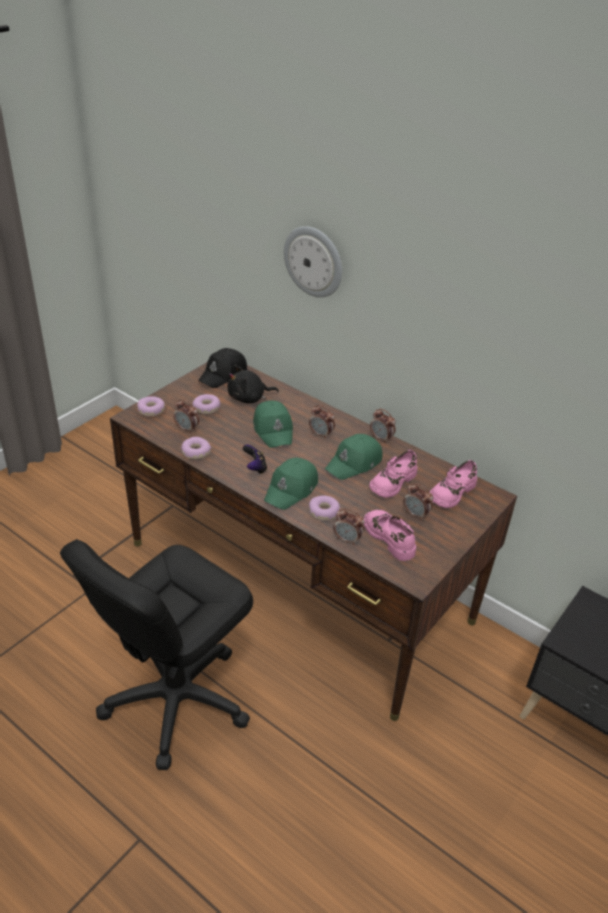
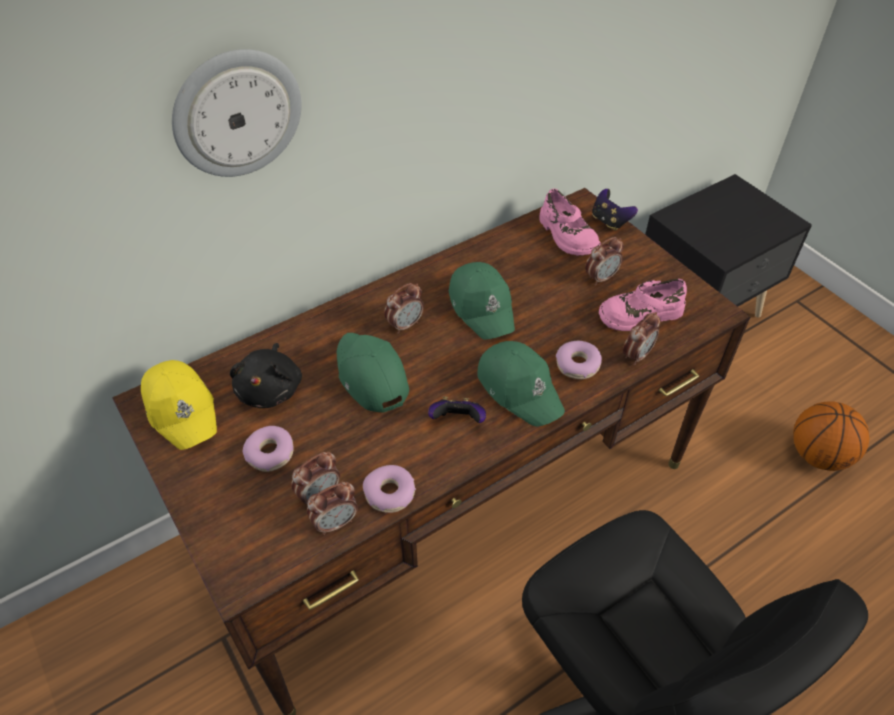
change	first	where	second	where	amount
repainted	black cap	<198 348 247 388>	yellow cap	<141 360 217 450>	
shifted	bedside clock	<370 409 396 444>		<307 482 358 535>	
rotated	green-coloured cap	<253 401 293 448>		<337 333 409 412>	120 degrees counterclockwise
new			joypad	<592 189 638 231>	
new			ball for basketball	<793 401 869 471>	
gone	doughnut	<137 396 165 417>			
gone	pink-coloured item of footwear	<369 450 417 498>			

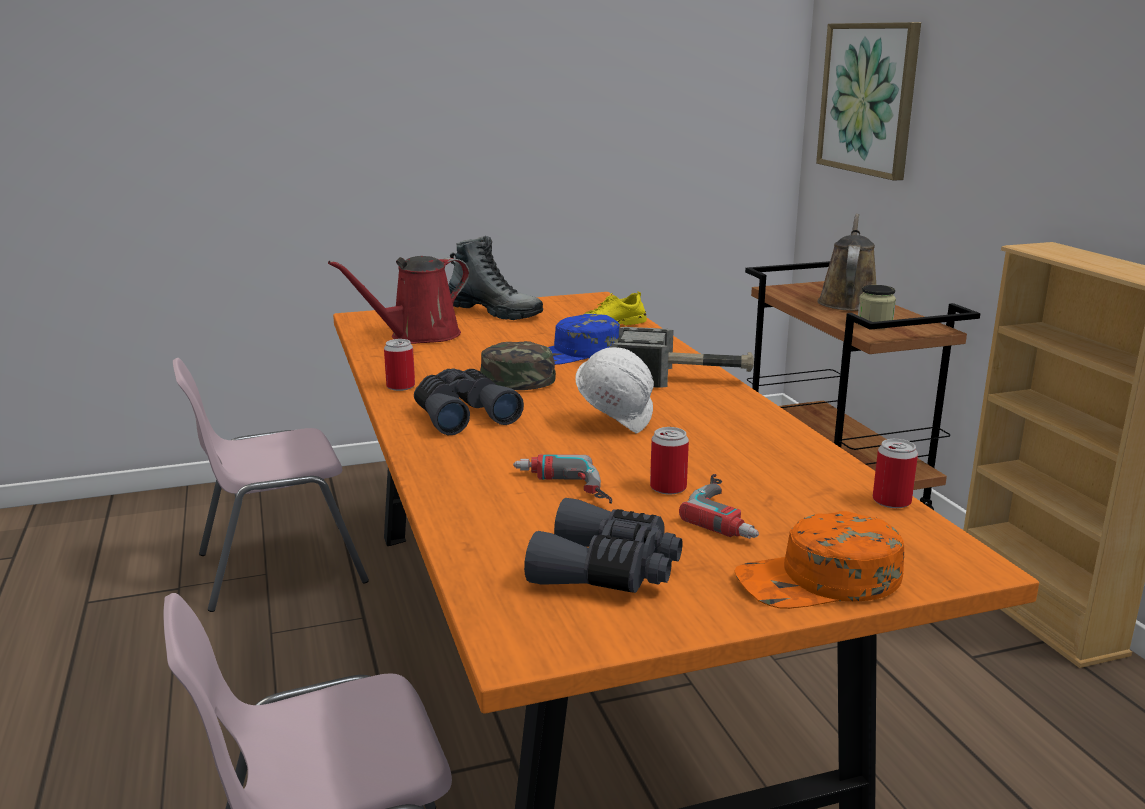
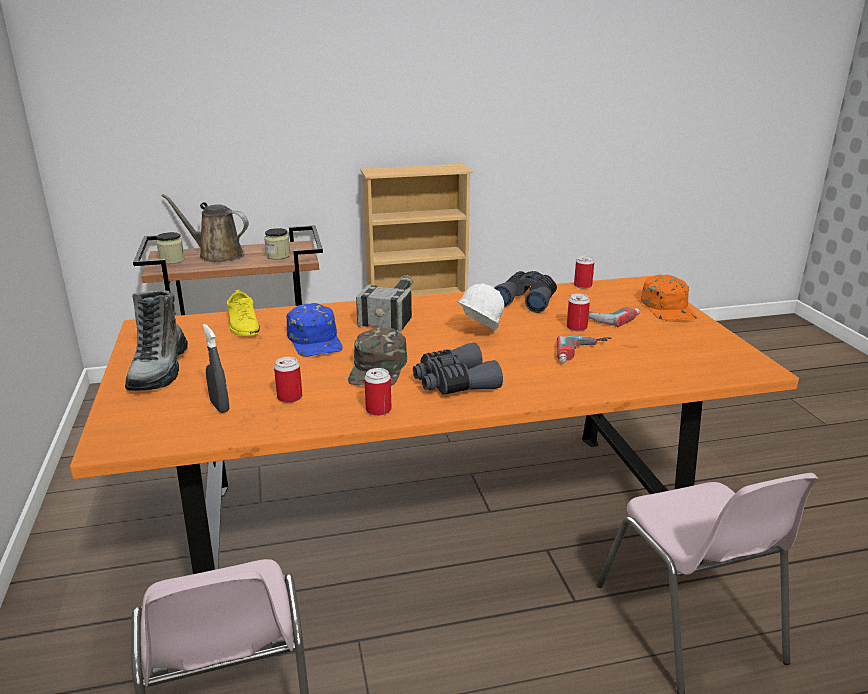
change	first	where	second	where	amount
rotated	boot	<448 236 543 320>		<125 290 188 391>	150 degrees clockwise
new			storage jar	<156 232 185 264>	
swapped	red watering can	<328 256 469 344>	grey sprayer	<203 324 229 413>	
new			metal can	<274 357 302 403>	
shifted	grey field glasses	<524 498 682 593>		<495 271 557 313>	
gone	wall art	<816 22 921 181>			

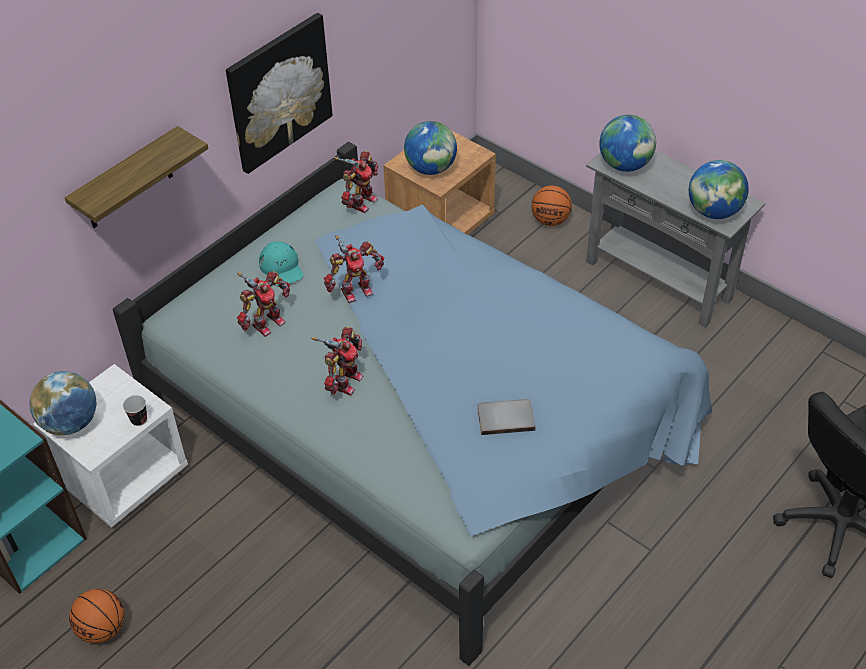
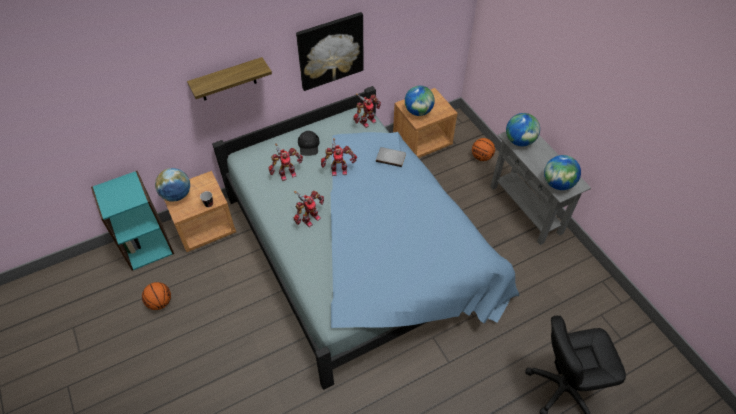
change	first	where	second	where	amount
repainted	whitish bedside table	<33 364 188 528>	brown bedside table	<164 171 236 252>	
repainted	turquoise cap	<259 241 303 286>	black cap	<298 131 319 156>	
shifted	grey bound book	<477 399 536 435>		<376 147 406 167>	

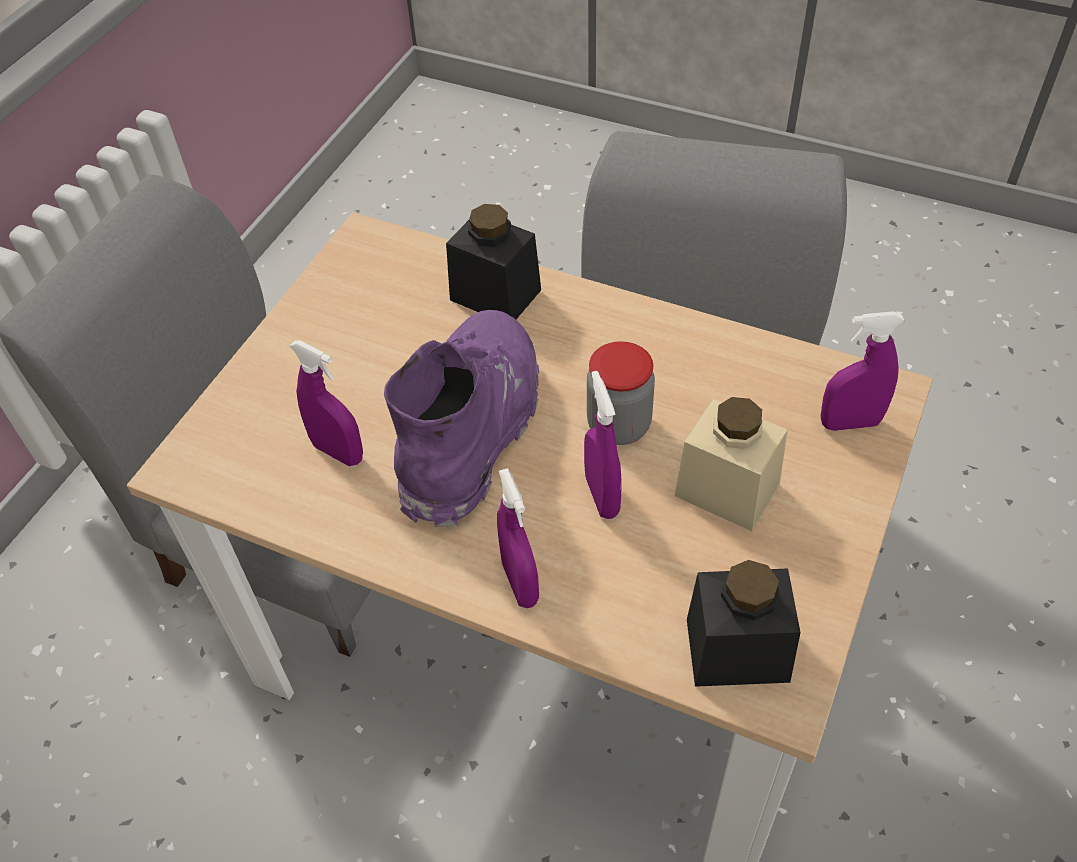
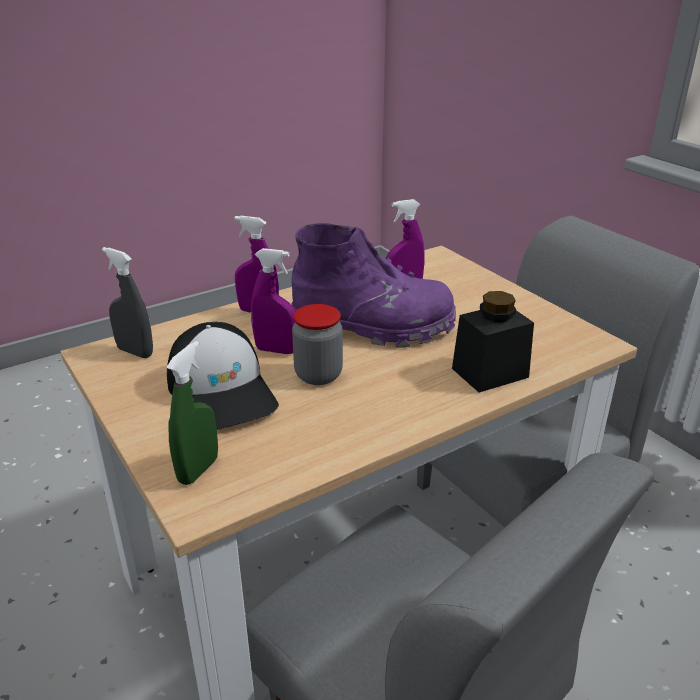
change	first	where	second	where	amount
swapped	black storage jar	<687 560 801 687>	grey sprayer	<102 247 153 358>	
repainted	purple sprayer	<820 311 904 431>	green-coloured sprayer	<166 341 218 485>	
swapped	beige storage jar	<675 397 788 531>	cap	<167 322 279 430>	
rotated	purple boot	<384 310 539 527>		<291 223 456 348>	45 degrees counterclockwise

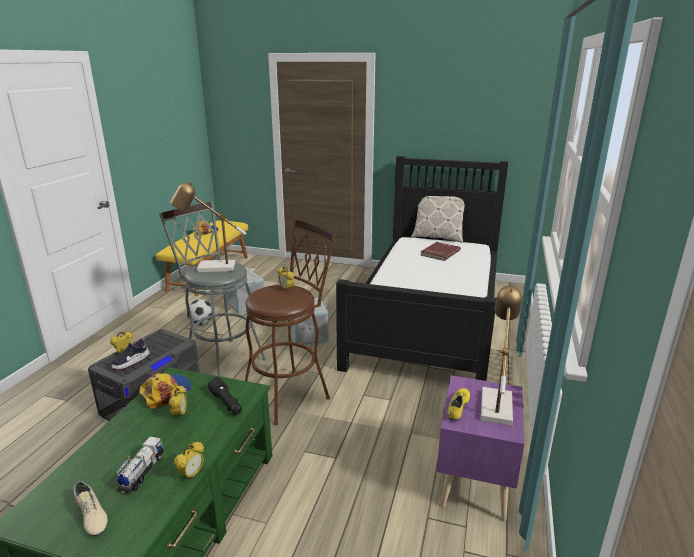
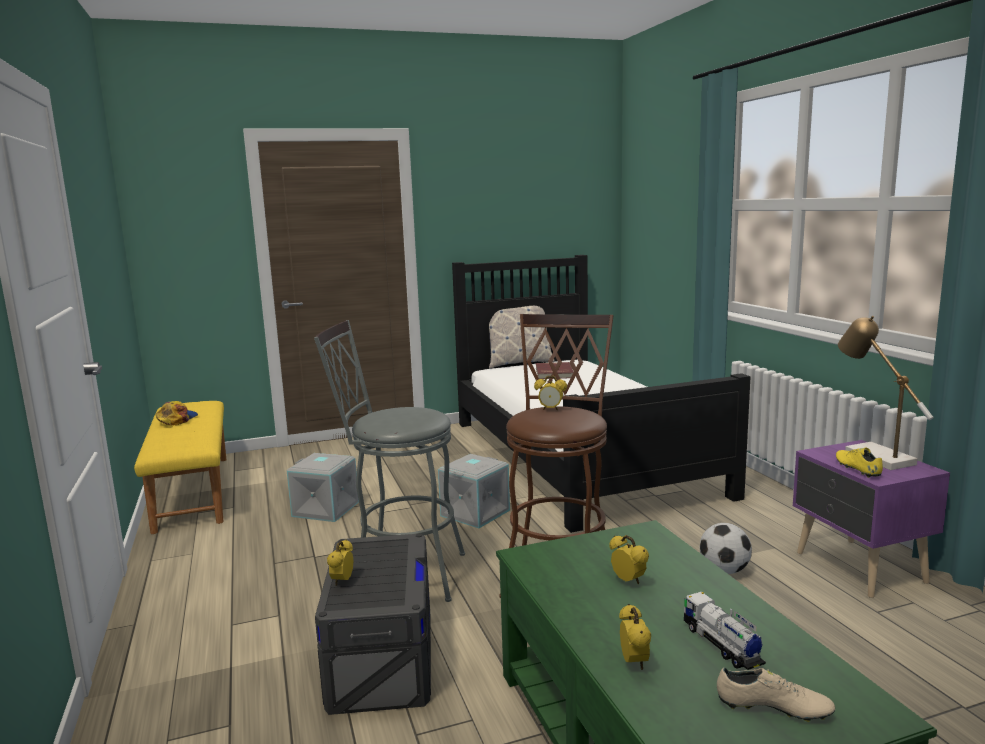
change	first	where	second	where	amount
shifted	bedside clock	<174 441 204 480>		<619 604 651 670>	
shifted	football ball	<187 299 212 325>		<700 523 752 574>	
gone	item of footwear	<109 337 150 370>			
gone	cap	<139 373 192 409>			
gone	table lamp	<170 181 246 272>			
gone	black torch	<208 377 242 415>			

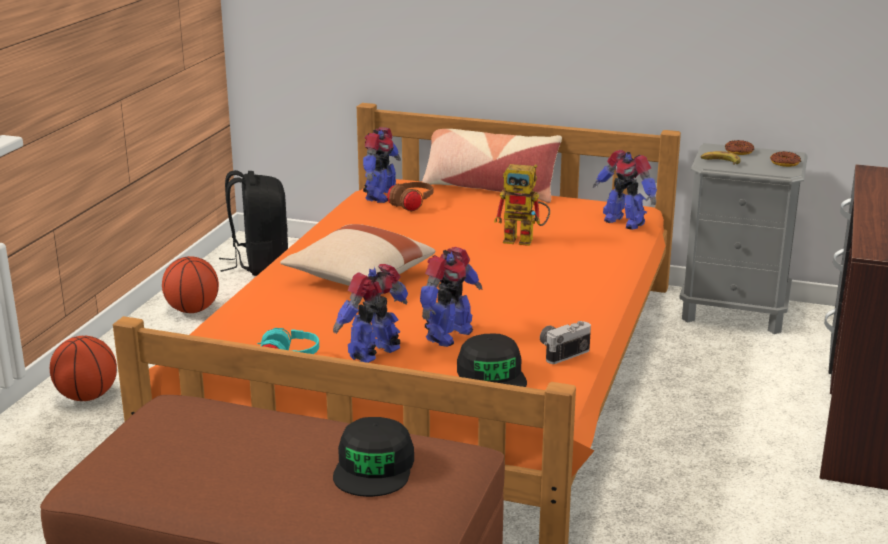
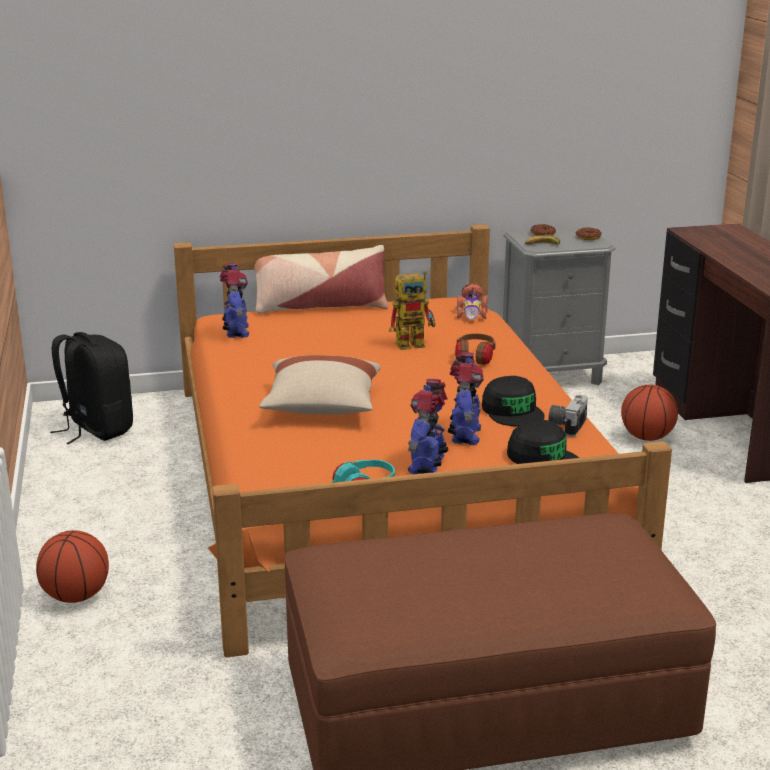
change	first	where	second	where	amount
shifted	brown pair of headphones	<387 182 433 212>		<455 334 496 365>	
swapped	robot figure	<593 150 657 230>	model car	<457 283 488 320>	
shifted	black cap	<333 417 414 497>		<482 376 545 427>	
shifted	ball for basketball	<162 256 219 313>		<621 384 678 441>	

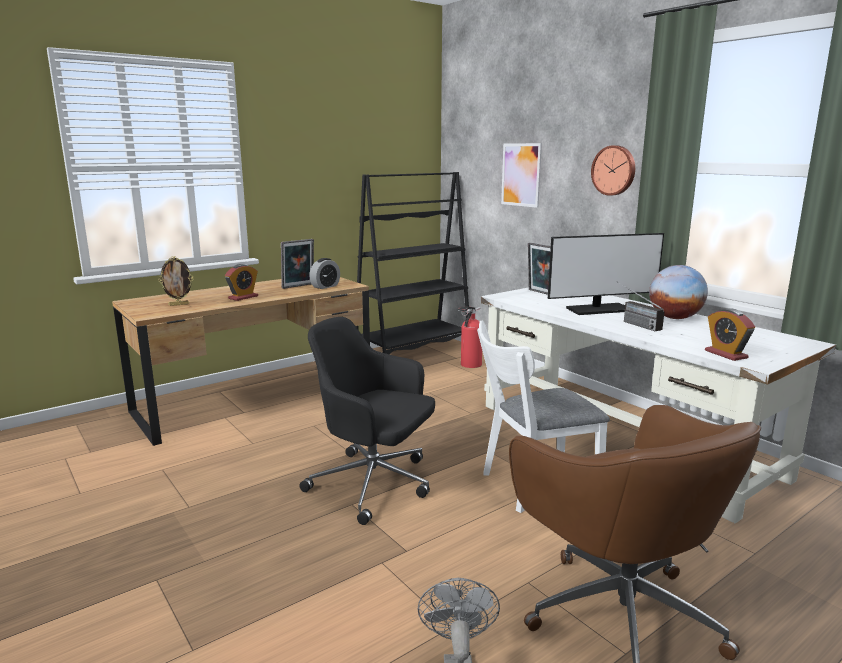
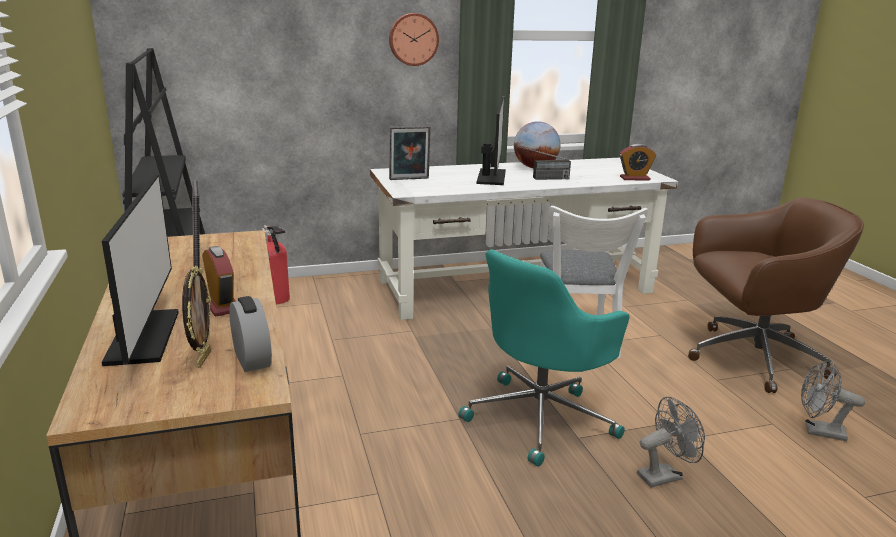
change	first	where	second	where	amount
new			computer screen	<102 174 179 366>	
shifted	bedside clock	<309 258 340 289>		<229 296 272 372>	
repainted	black computer chair	<299 317 435 525>	turquoise computer chair	<458 249 630 467>	
new			grey cooling fan	<637 397 705 488>	
gone	wall art	<501 143 542 208>			

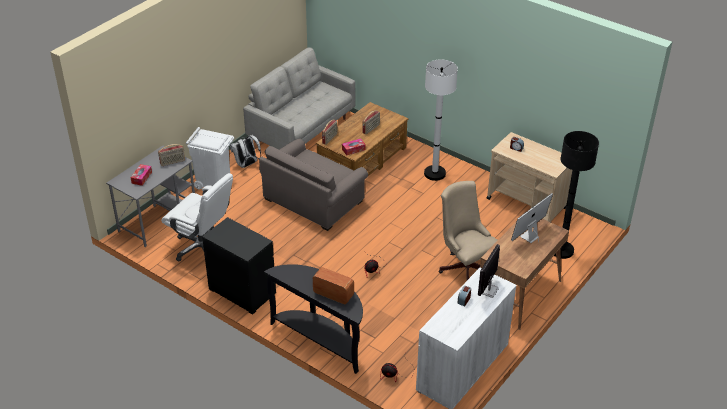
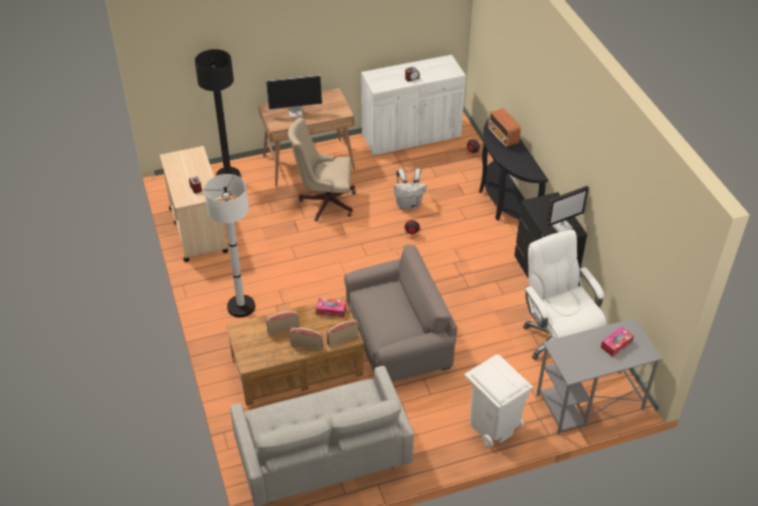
change	first	where	second	where	amount
rotated	beige computer chair	<439 181 498 280>		<288 118 356 221>	90 degrees clockwise
shifted	radio	<158 144 185 166>		<290 328 323 351>	
shifted	whitish backpack	<230 135 261 168>		<394 168 427 209>	
shifted	computer screen	<478 244 500 298>		<546 186 589 232>	

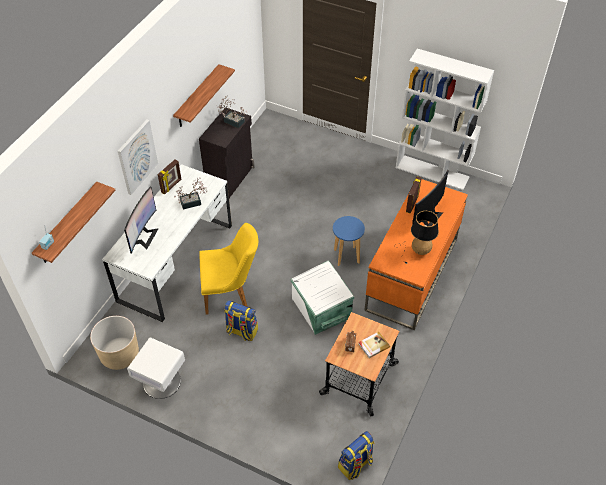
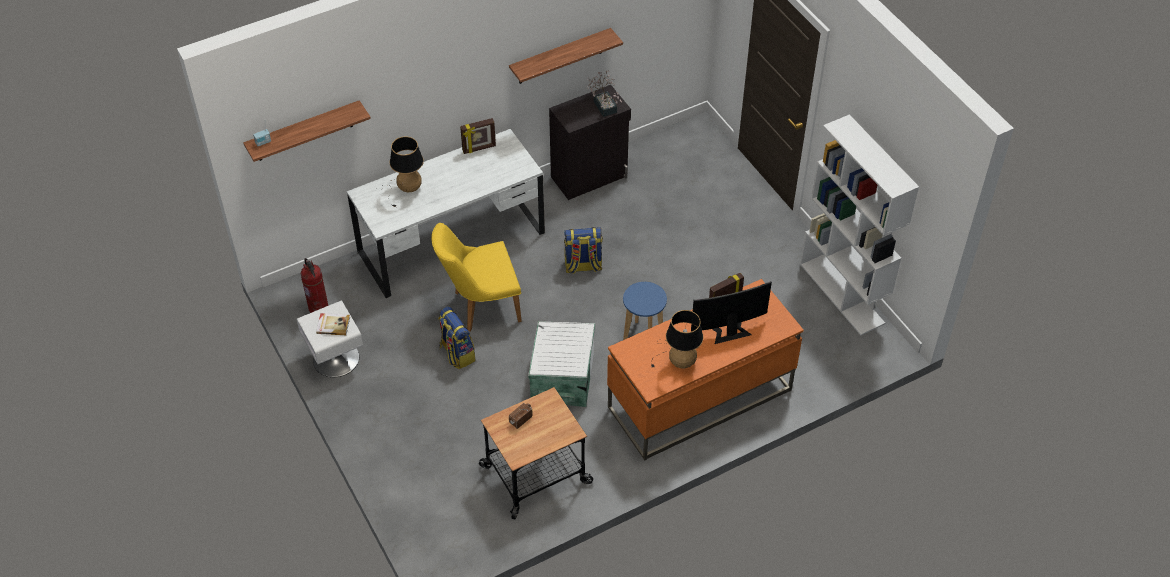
change	first	where	second	where	amount
swapped	beige flower pot	<90 316 139 370>	extinguisher	<301 258 328 313>	
shifted	bound book	<359 332 390 358>		<316 313 350 335>	
swapped	computer screen	<124 187 159 254>	table lamp	<377 136 424 207>	
rotated	yellow upright chair	<199 223 258 315>		<431 223 522 332>	135 degrees clockwise
shifted	backpack	<338 431 374 480>		<564 227 603 274>	
gone	wall art	<118 119 158 195>			
gone	houseplant	<174 178 208 209>			

